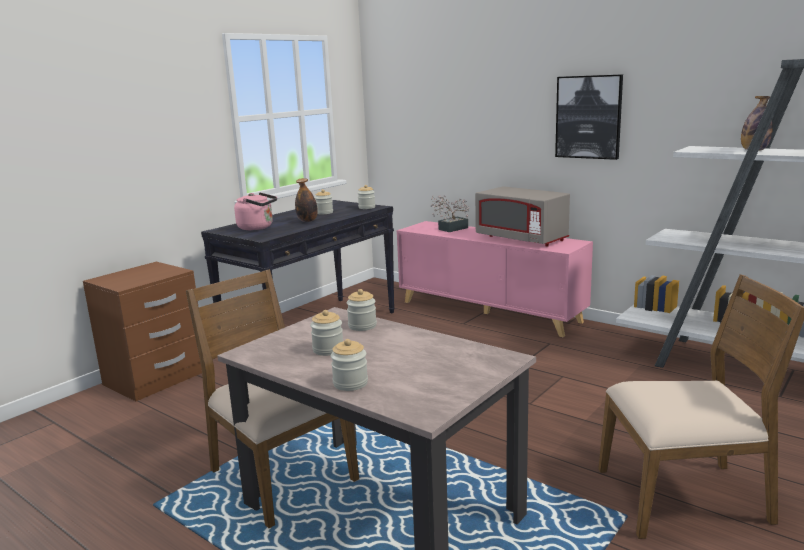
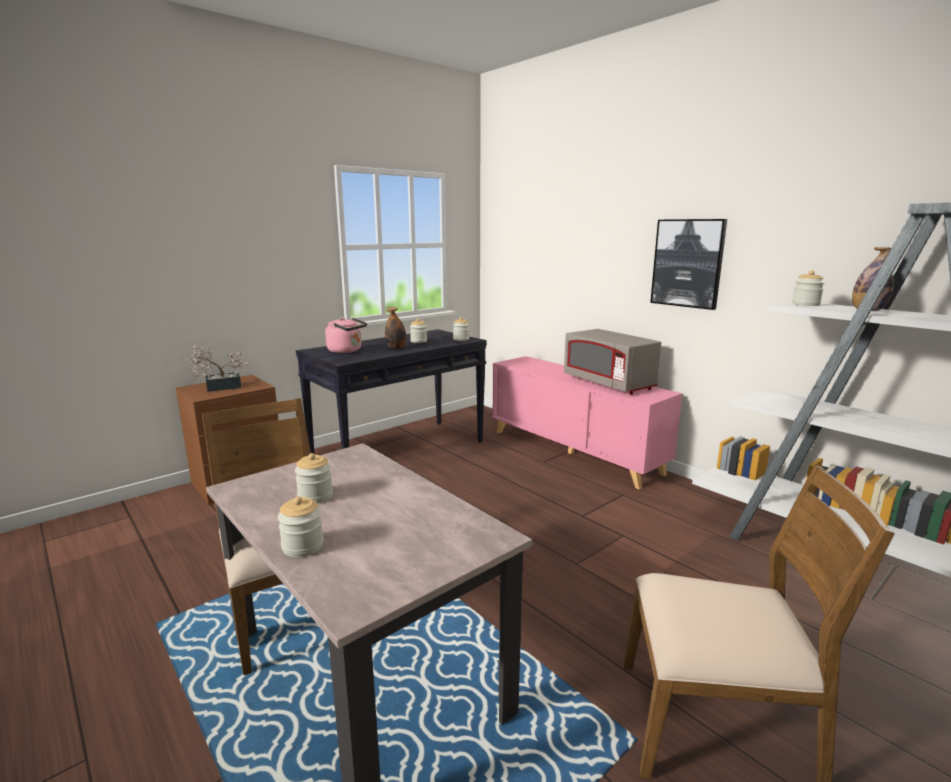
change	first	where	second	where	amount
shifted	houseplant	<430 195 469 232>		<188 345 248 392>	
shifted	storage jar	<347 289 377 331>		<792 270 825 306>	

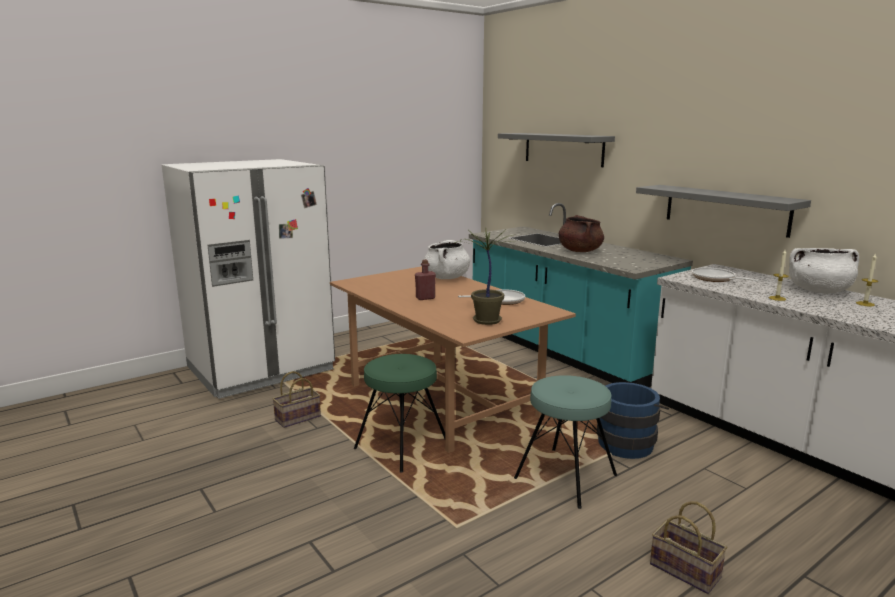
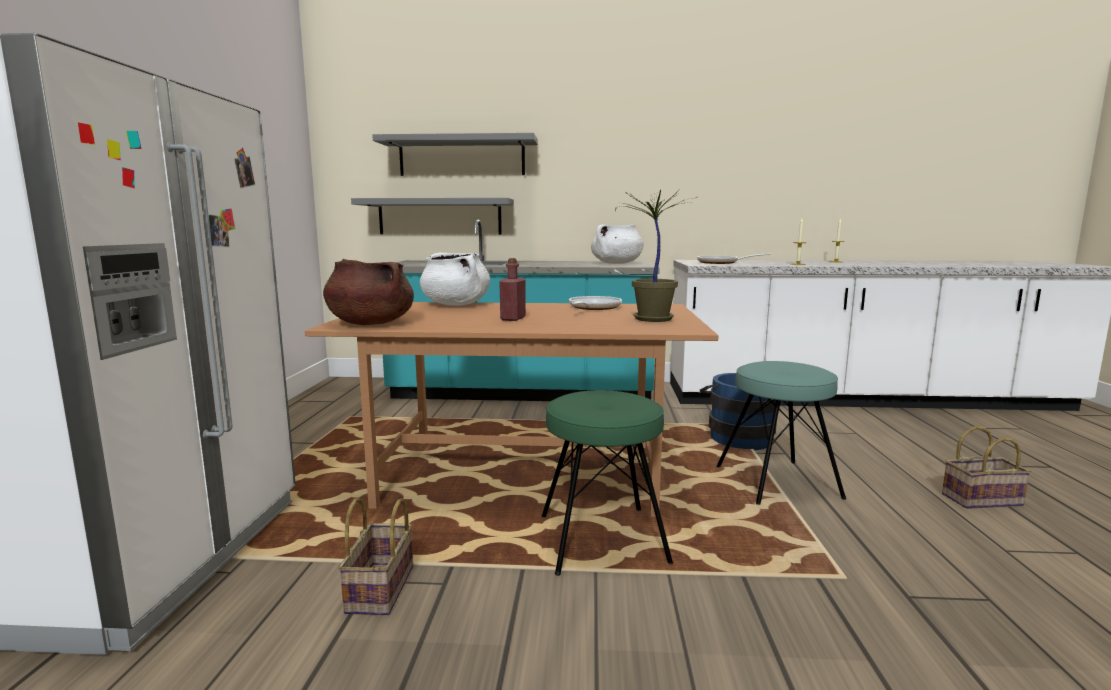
change	first	where	second	where	amount
shifted	brown cooking pot	<559 215 604 252>		<323 259 414 325>	
shifted	grey shelf	<636 185 811 238>		<351 198 514 234>	
shifted	whitish cooking pot	<789 248 859 293>		<591 224 644 264>	

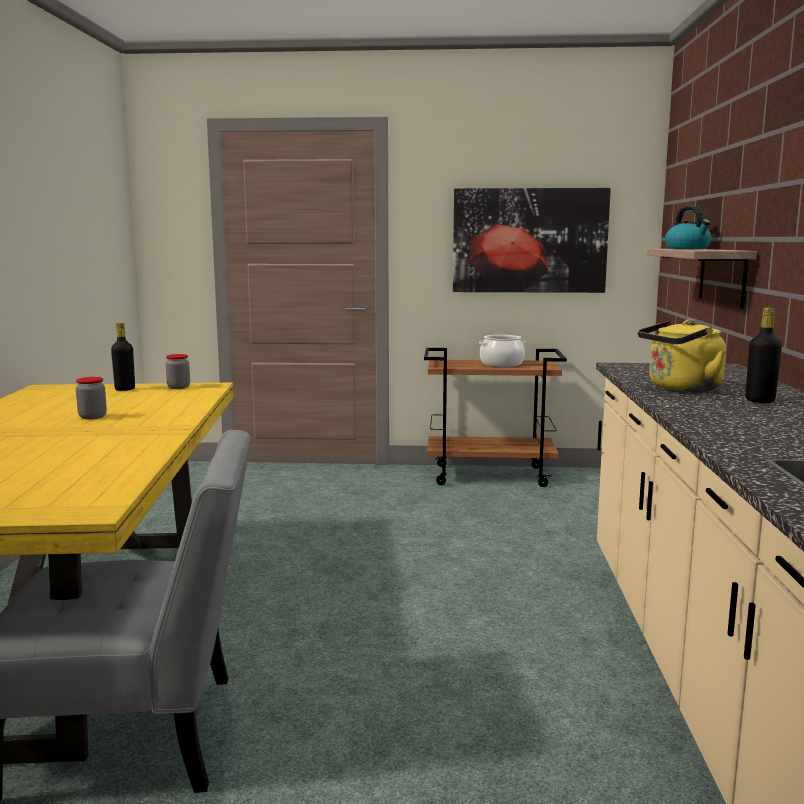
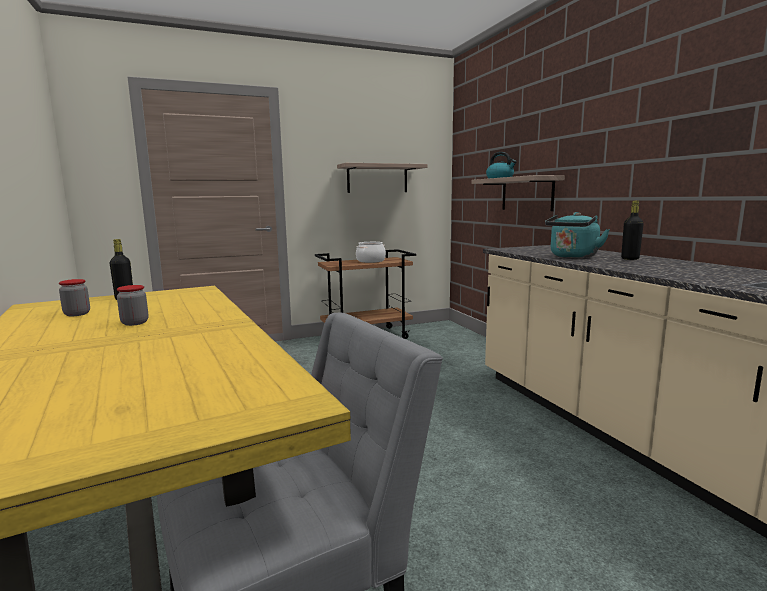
change	first	where	second	where	amount
shifted	storage jar	<166 354 190 389>		<59 279 90 316>	
swapped	wall art	<453 188 611 293>	shelf	<337 163 428 193>	
repainted	yellow tea kettle	<638 319 726 392>	turquoise tea kettle	<545 212 610 258>	

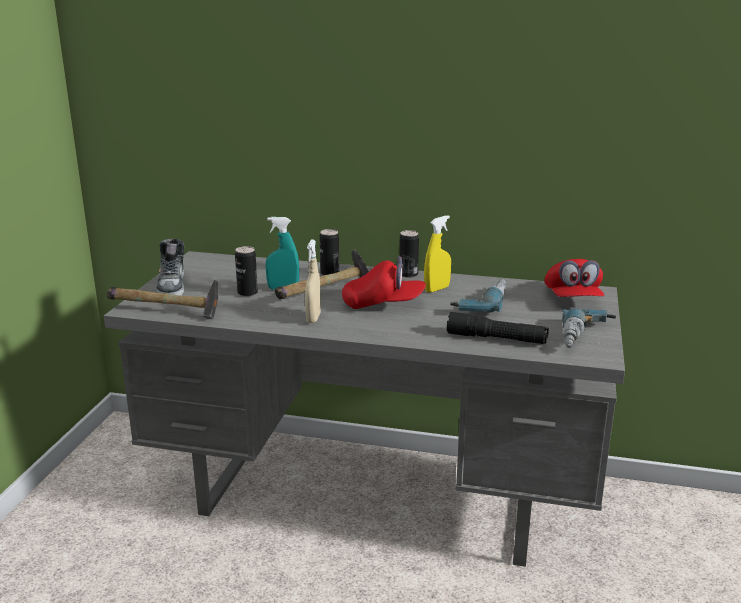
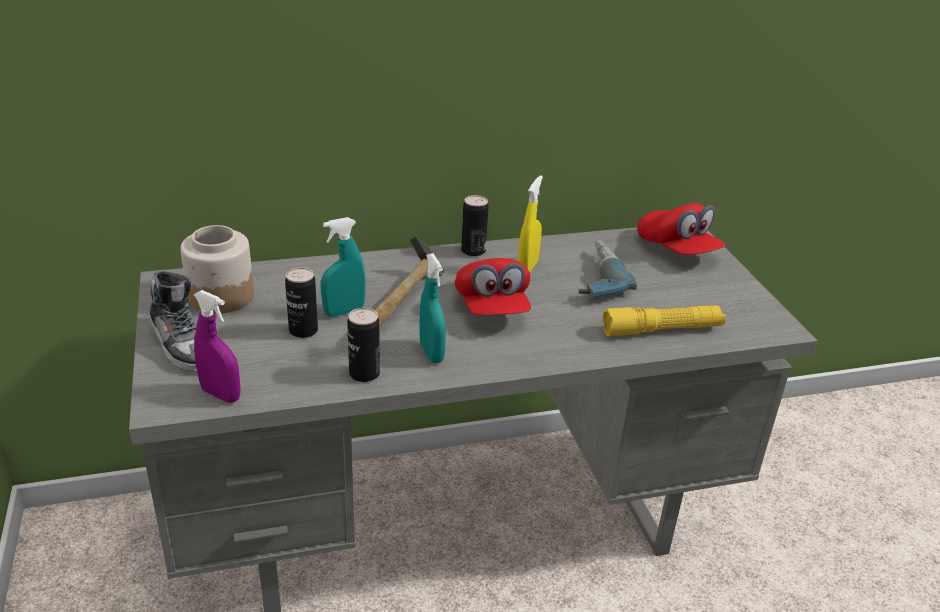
change	first	where	second	where	amount
new			storage jar	<180 225 254 314>	
swapped	hand hammer	<107 280 218 319>	purple sprayer	<193 290 240 403>	
shifted	metal can	<320 229 339 275>		<347 308 380 382>	
repainted	beige sprayer	<305 239 321 323>	turquoise sprayer	<420 253 446 363>	
rotated	red cap	<342 256 426 309>		<455 258 531 315>	105 degrees clockwise
repainted	black torch	<447 312 549 344>	yellow torch	<603 305 726 336>	
gone	power drill	<562 308 616 348>			

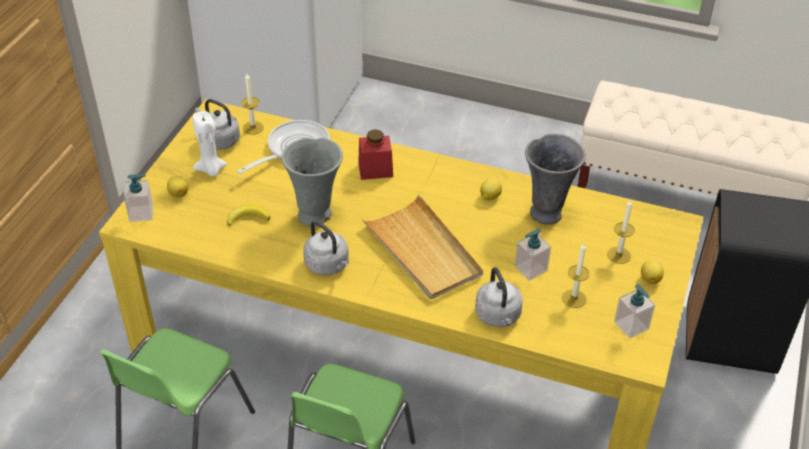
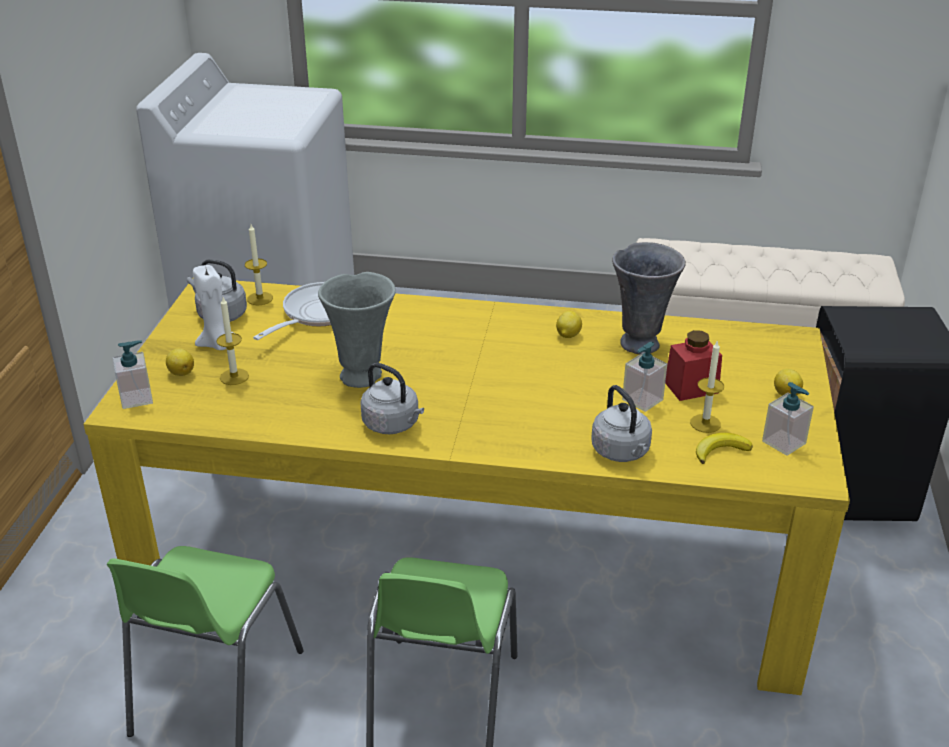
change	first	where	second	where	amount
shifted	candle	<607 199 635 264>		<216 297 249 385>	
shifted	red storage jar	<358 129 393 180>		<665 330 722 401>	
shifted	banana fruit	<227 205 271 226>		<696 433 753 464>	
gone	beige carrying tray	<362 194 483 300>			

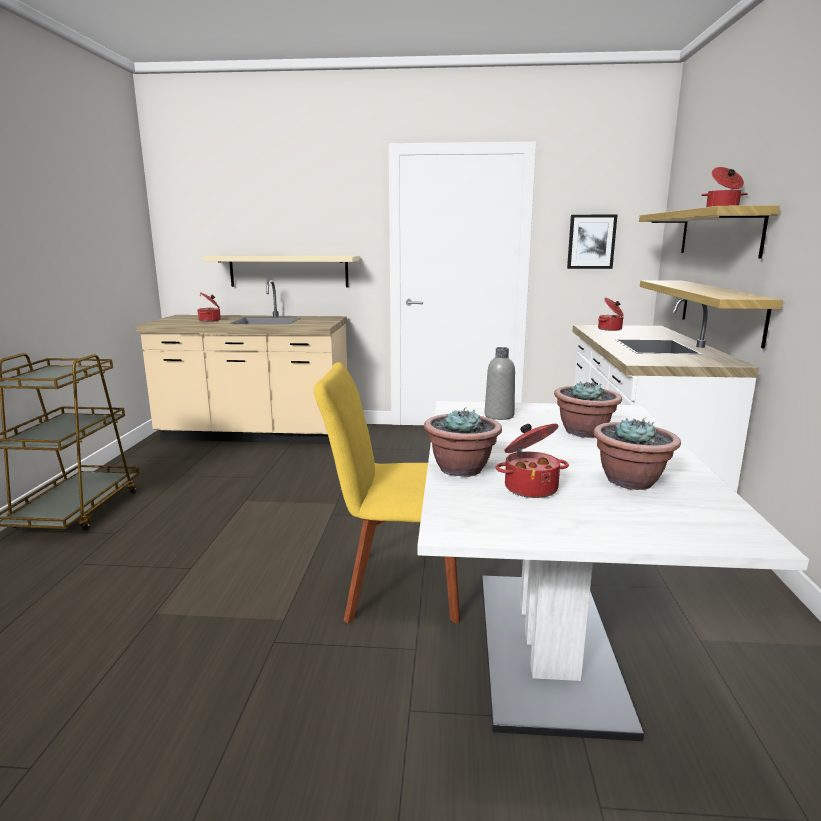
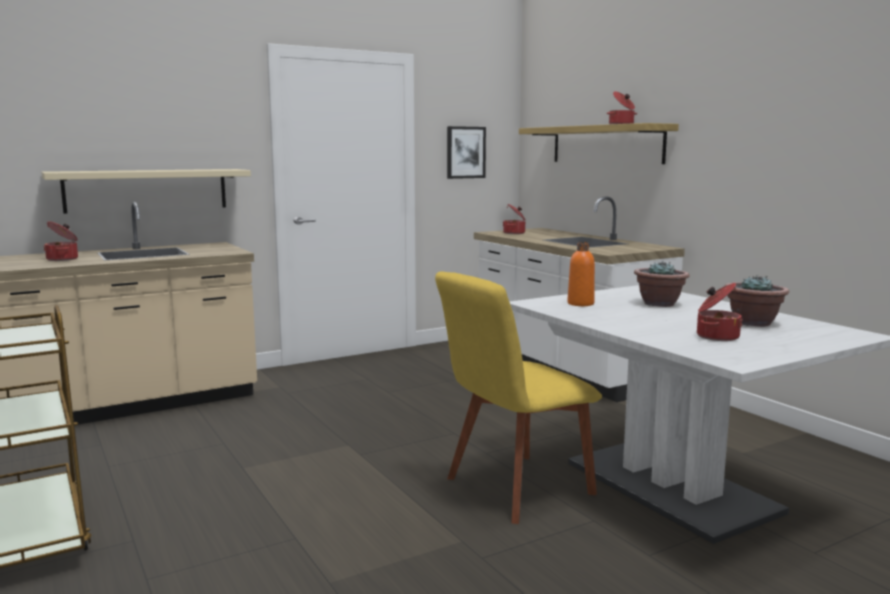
change	first	where	second	where	amount
repainted	grey bottle	<485 347 515 420>	orangey bottle	<568 242 595 306>	
gone	houseplant	<424 407 502 477>			
gone	shelf	<640 280 783 349>			

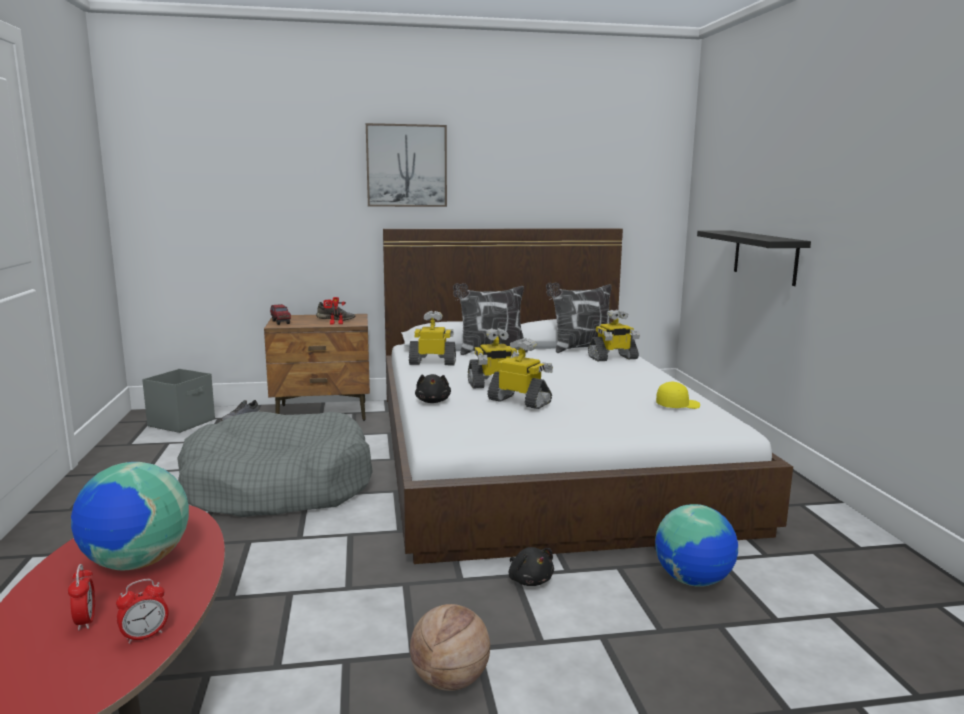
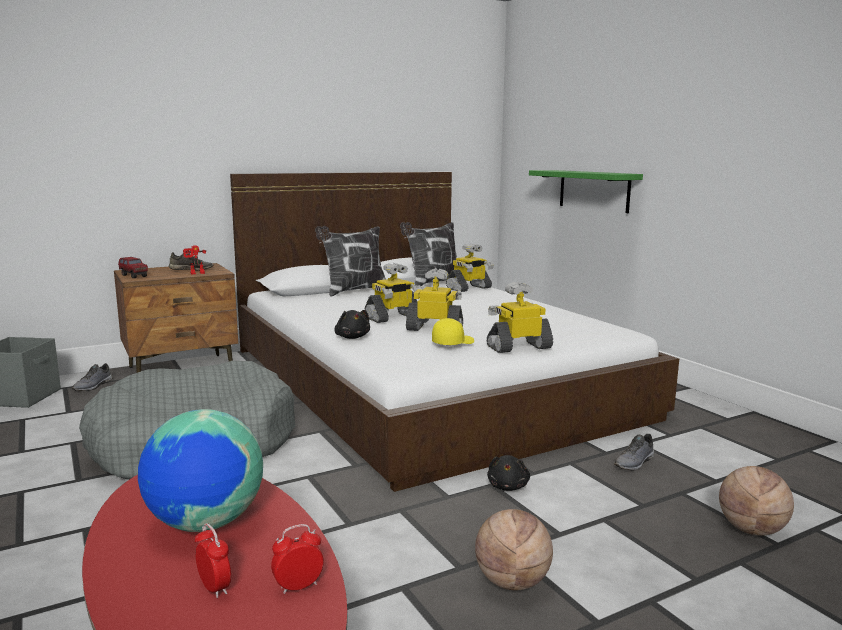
change	first	where	second	where	amount
rotated	bedside clock	<116 579 169 644>		<271 524 324 594>	150 degrees counterclockwise
shifted	yellow cap	<656 382 700 409>		<432 318 474 345>	
shifted	robot figure	<409 311 456 365>		<487 282 553 353>	
rotated	black soft toy	<509 547 554 586>		<487 455 530 491>	60 degrees clockwise
repainted	black shelf	<697 231 811 286>	green-coloured shelf	<529 170 643 213>	
swapped	globe	<655 504 738 587>	grey item of footwear	<614 434 655 470>	
new			ball for basketball	<719 466 794 536>	
gone	wall art	<366 123 447 207>			

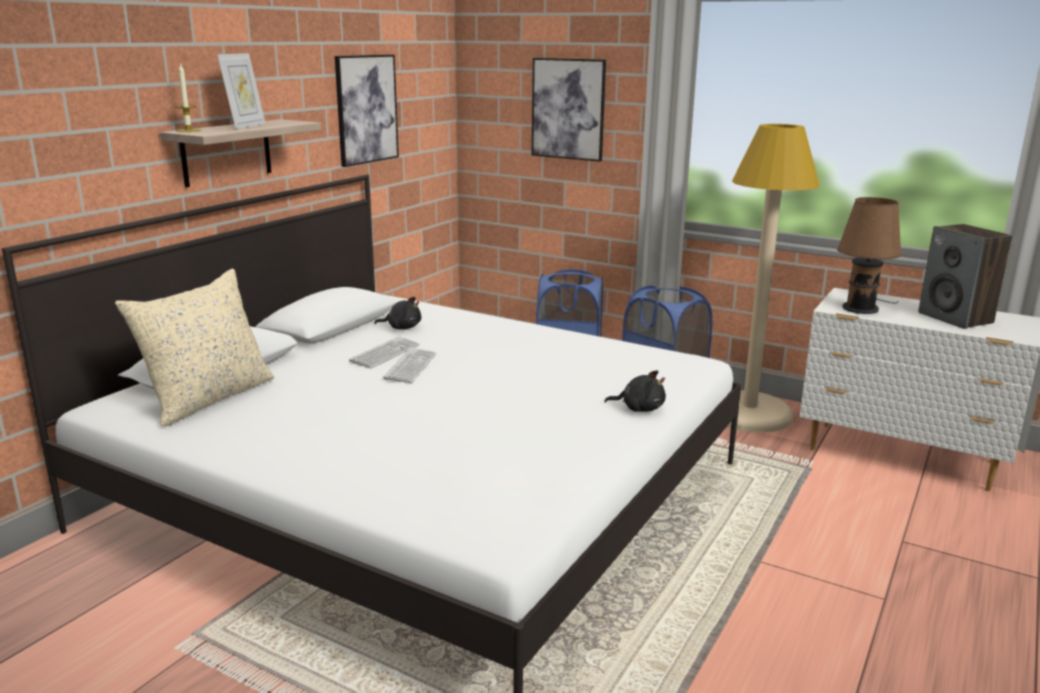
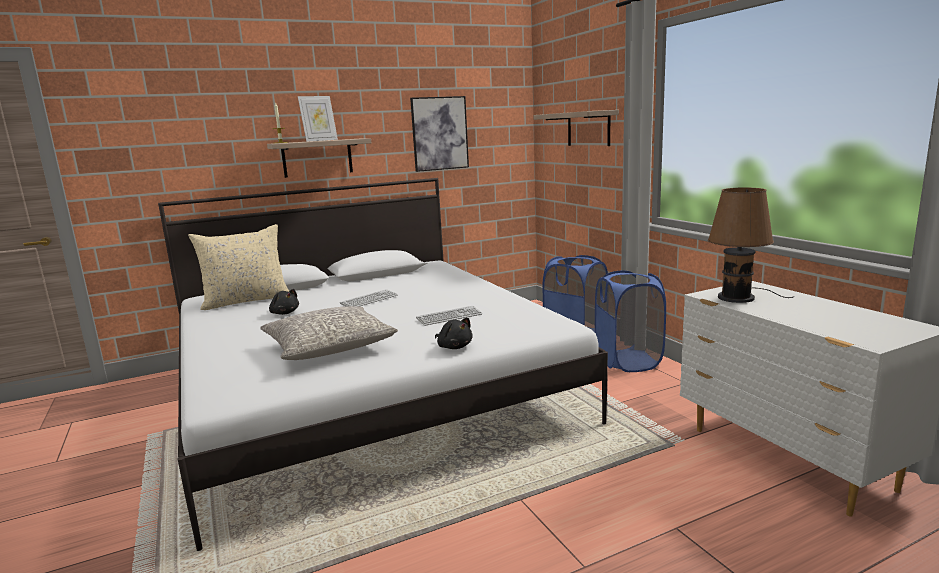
change	first	where	second	where	amount
new			grey pillow	<260 306 398 360>	
shifted	black soft toy	<375 297 421 329>		<269 289 299 315>	
shifted	PC keyboard	<349 336 420 368>		<416 306 483 326>	
swapped	wall art	<532 58 606 162>	shelf	<534 110 619 146>	
gone	beige floor lamp	<727 124 820 433>			
gone	loudspeaker	<918 224 1012 329>			

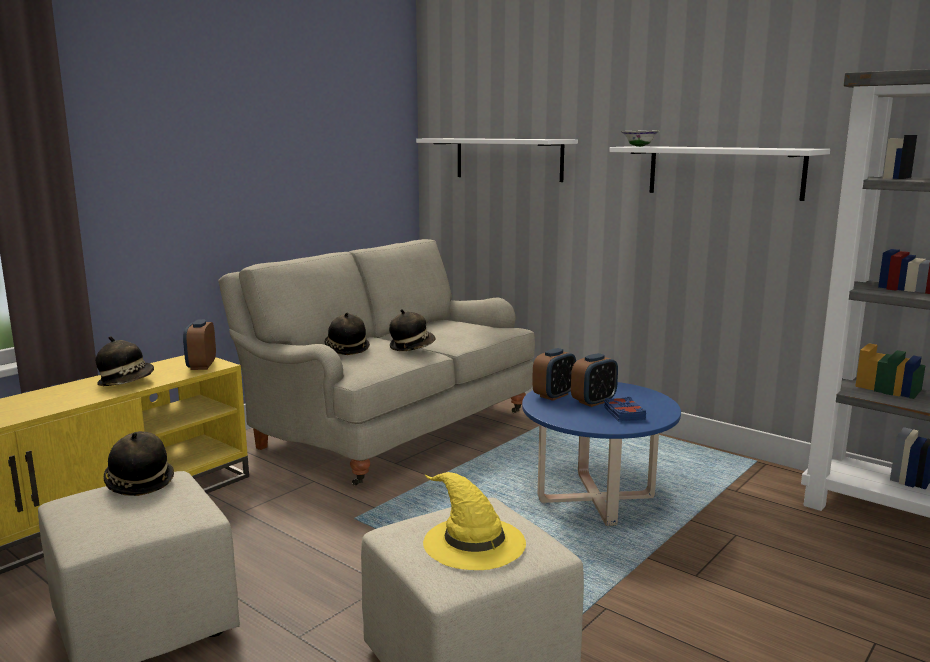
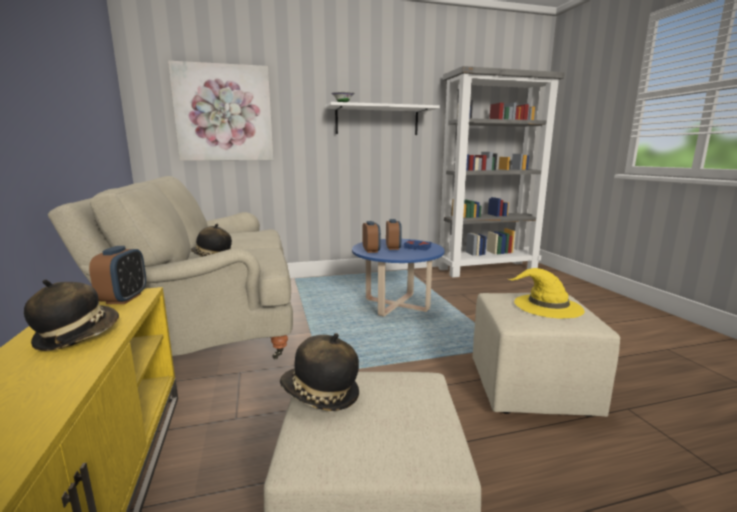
change	first	where	second	where	amount
rotated	bedside clock	<183 319 216 370>		<89 246 146 304>	120 degrees counterclockwise
swapped	whitish shelf	<416 138 578 182>	wall art	<168 61 274 161>	
gone	hat	<389 309 436 351>			

